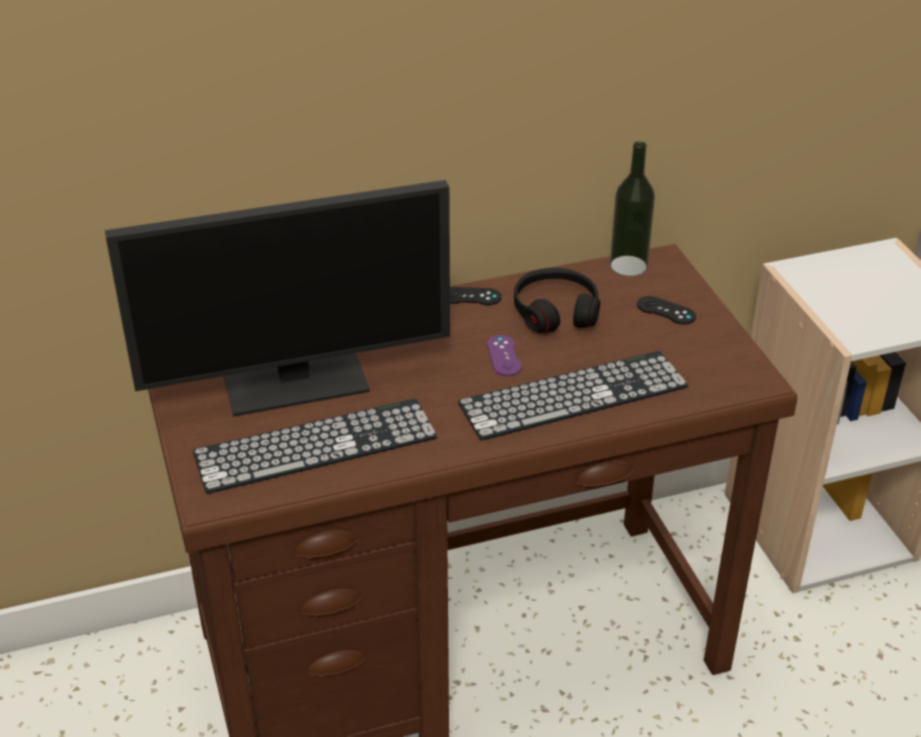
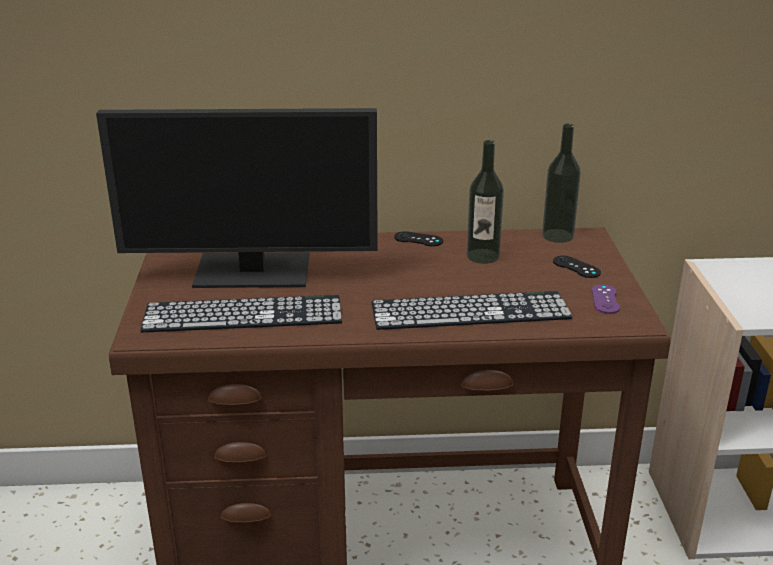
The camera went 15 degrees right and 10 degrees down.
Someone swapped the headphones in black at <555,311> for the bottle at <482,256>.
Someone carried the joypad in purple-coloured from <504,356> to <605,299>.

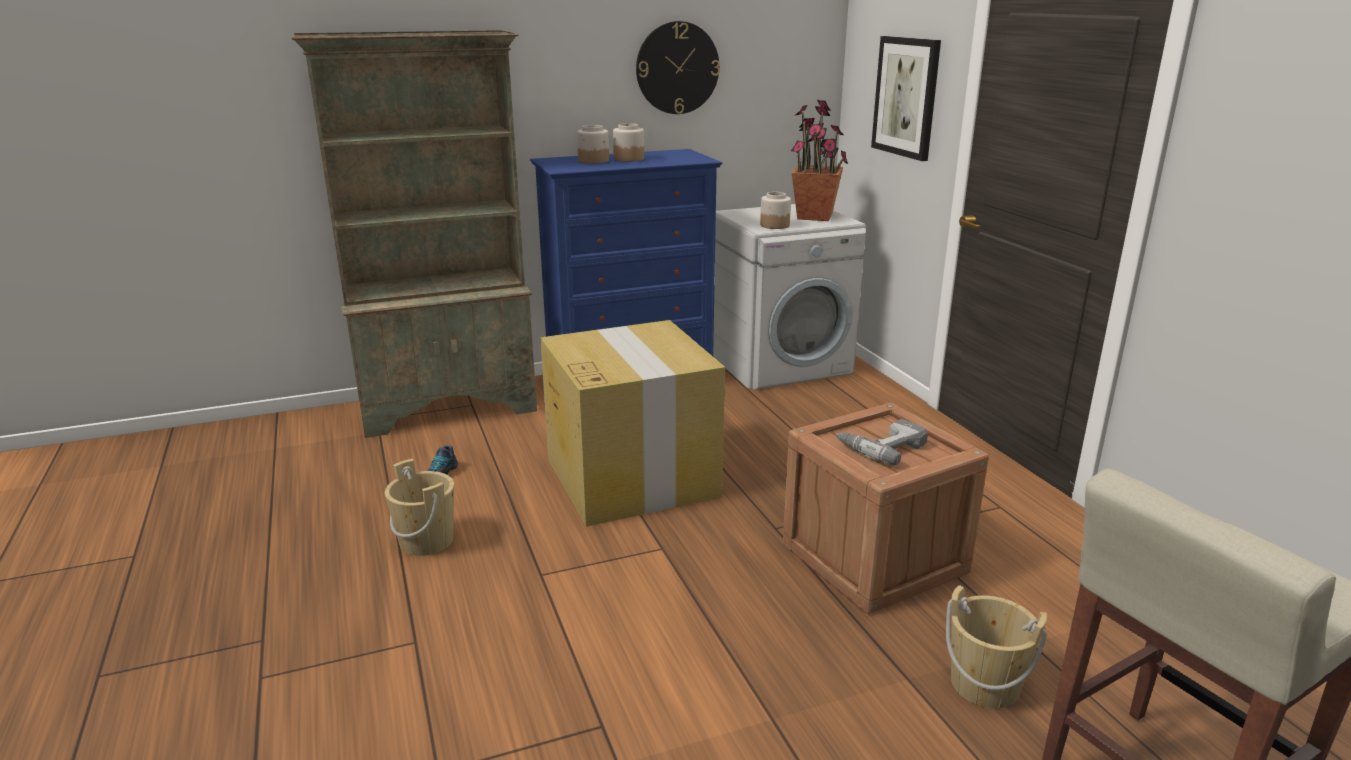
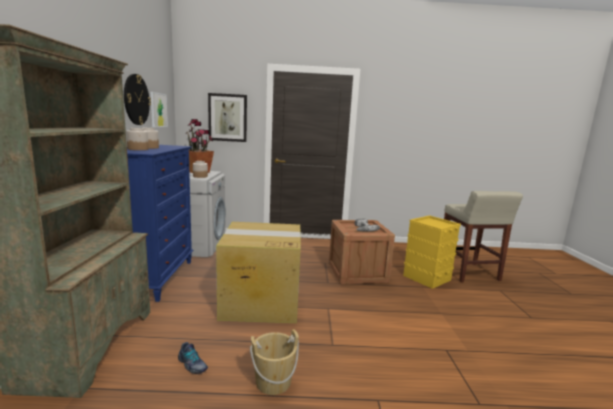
The camera went 70 degrees left and 10 degrees down.
Someone swapped the water bucket in beige-coloured at <984,684> for the storage box in yellowish at <426,278>.
Someone put up the wall picture at <158,110>.

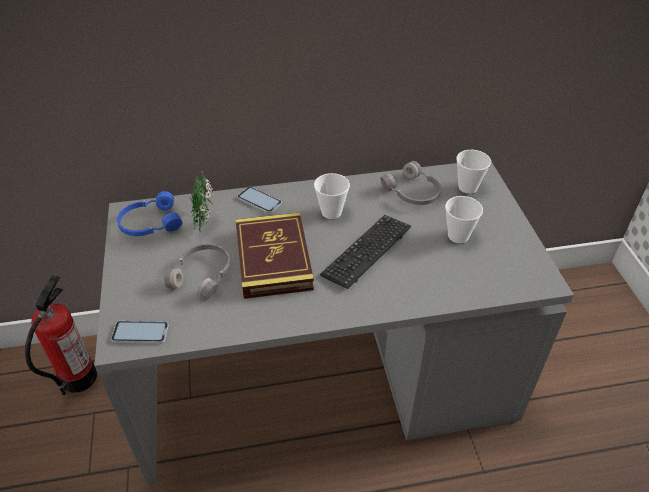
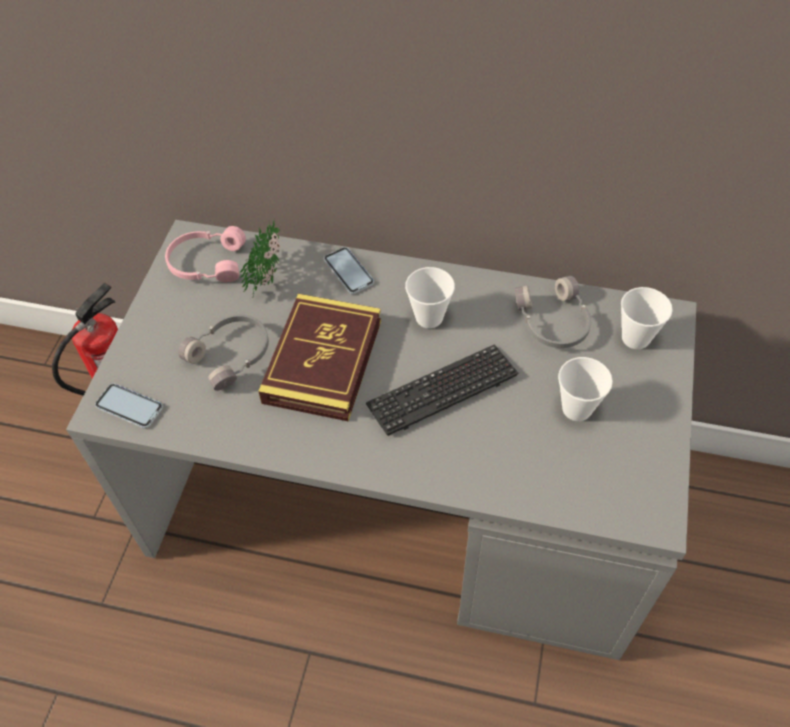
The camera went 25 degrees right and 10 degrees up.
Someone repainted the headphones in blue-coloured at <150,223>, which became the headphones in pink-coloured at <206,262>.

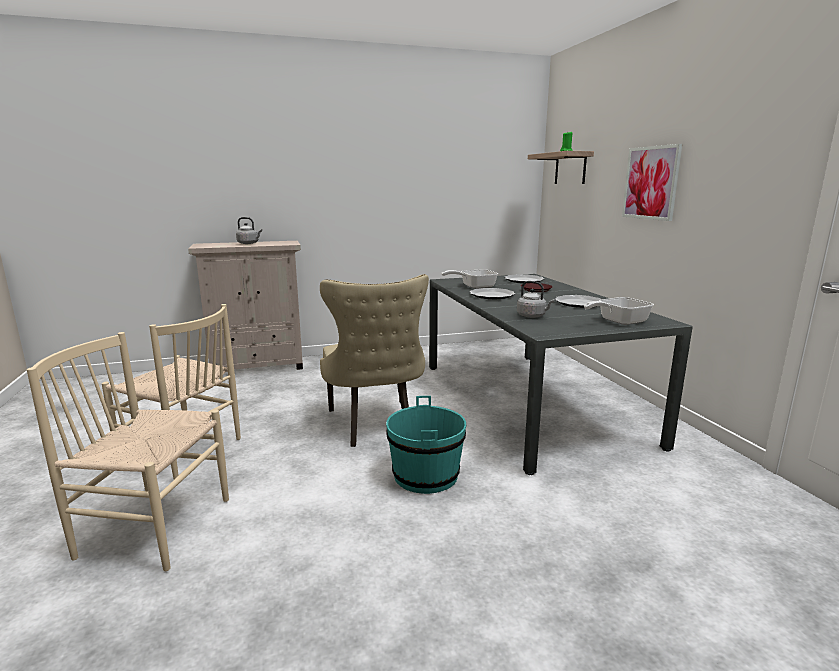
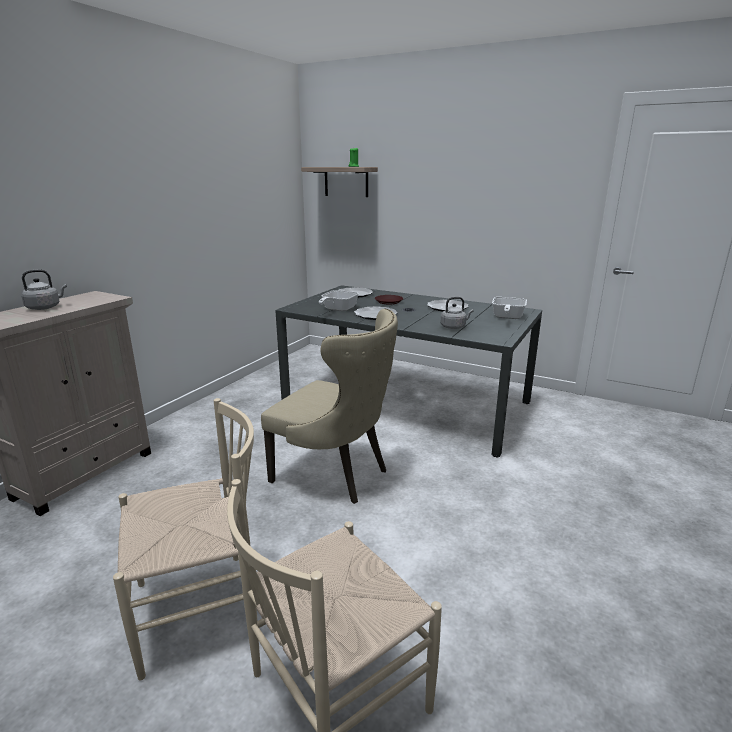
The camera went 45 degrees left and 5 degrees up.
Someone took away the wall picture at <651,183>.
Someone took away the water bucket in turquoise-coloured at <426,475>.

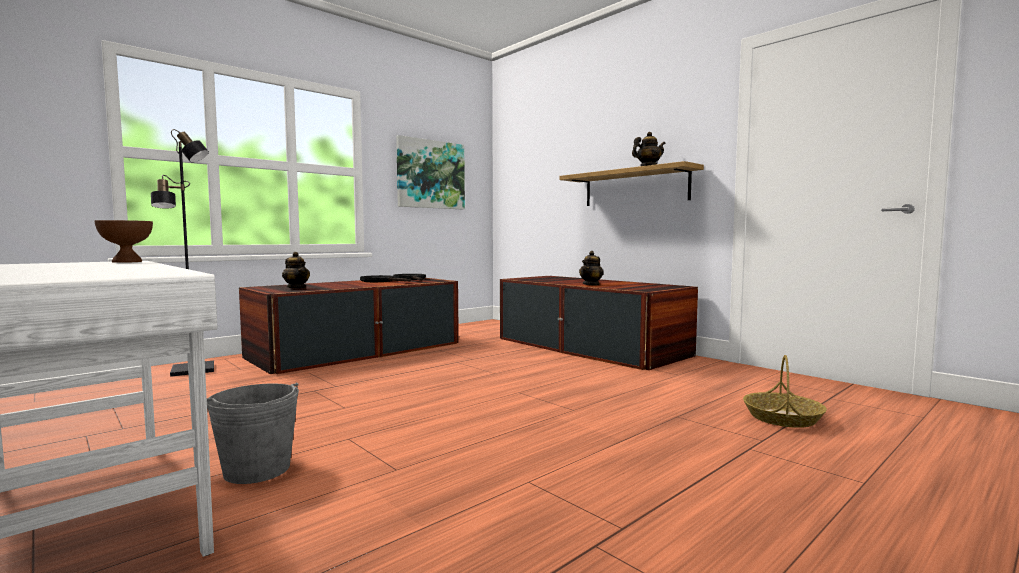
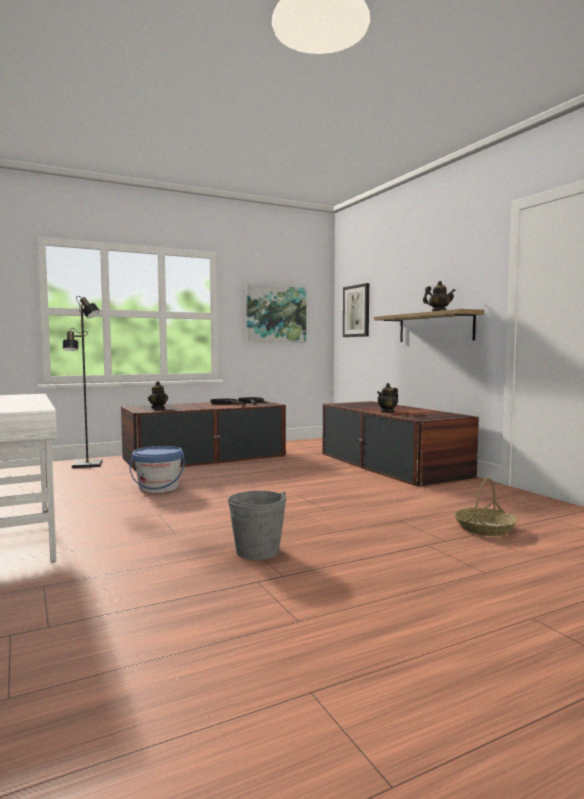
The camera went 15 degrees right and 0 degrees up.
Someone took away the bowl in brown at <126,262>.
Someone carried the water bucket in greyish from <257,470> to <257,551>.
Someone put up the wall picture at <356,311>.
Someone put down the water bucket in blue-coloured at <158,488>.

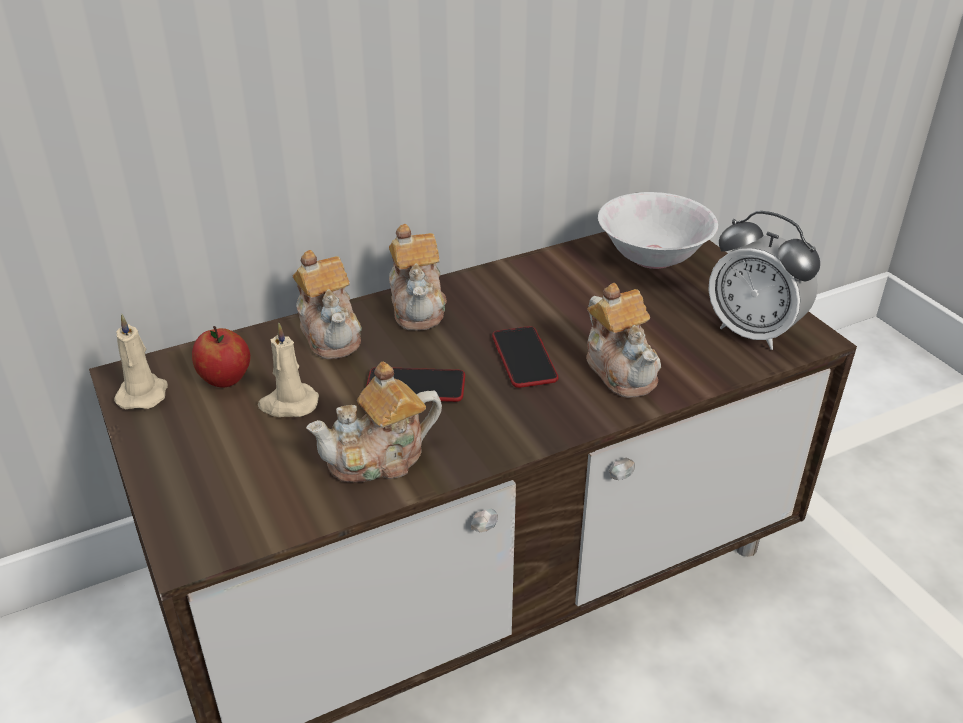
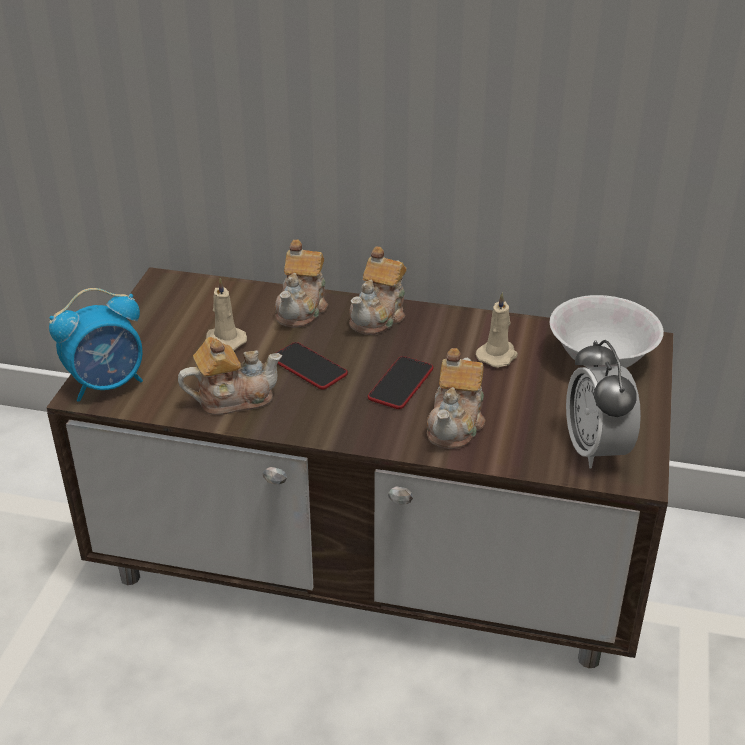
The camera went 40 degrees right and 0 degrees up.
Someone carried the wax light in beige-coloured from <143,393> to <498,355>.
Someone took away the apple at <225,379>.
Someone rotated the pot for tea at <379,458> by 150 degrees clockwise.
Someone put down the table clock at <108,384>.

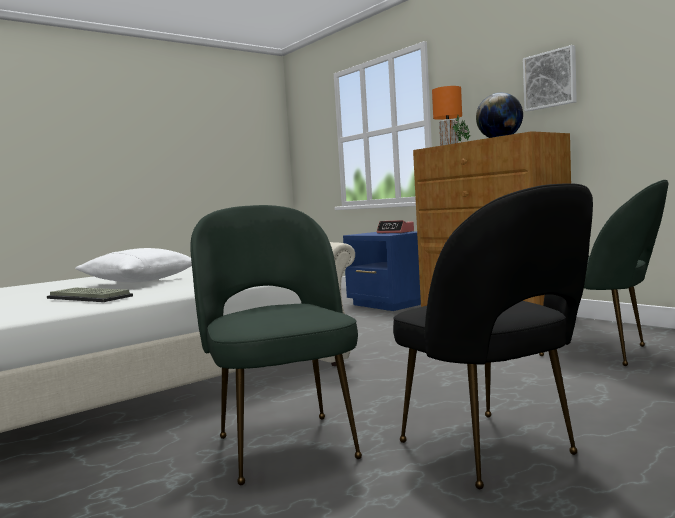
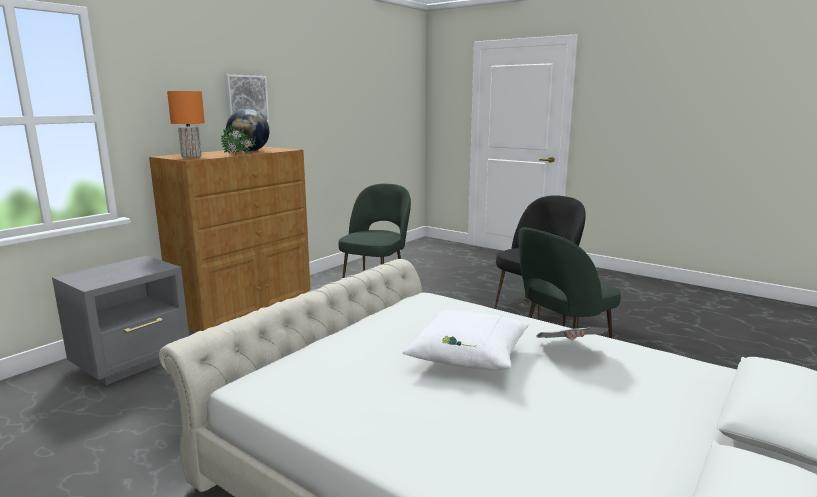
The camera went 105 degrees left and 10 degrees up.
Someone took away the table clock at <395,232>.
Someone repainted the night table in blue-coloured at <387,304>, which became the night table in greyish at <134,361>.
Someone swapped the computer keyboard at <91,297> for the daily paper at <569,351>.

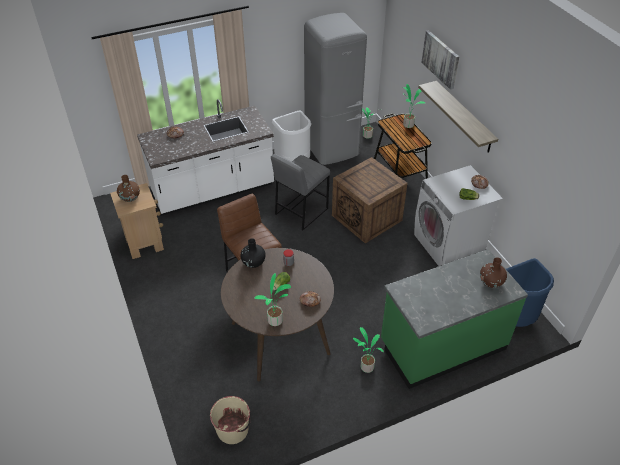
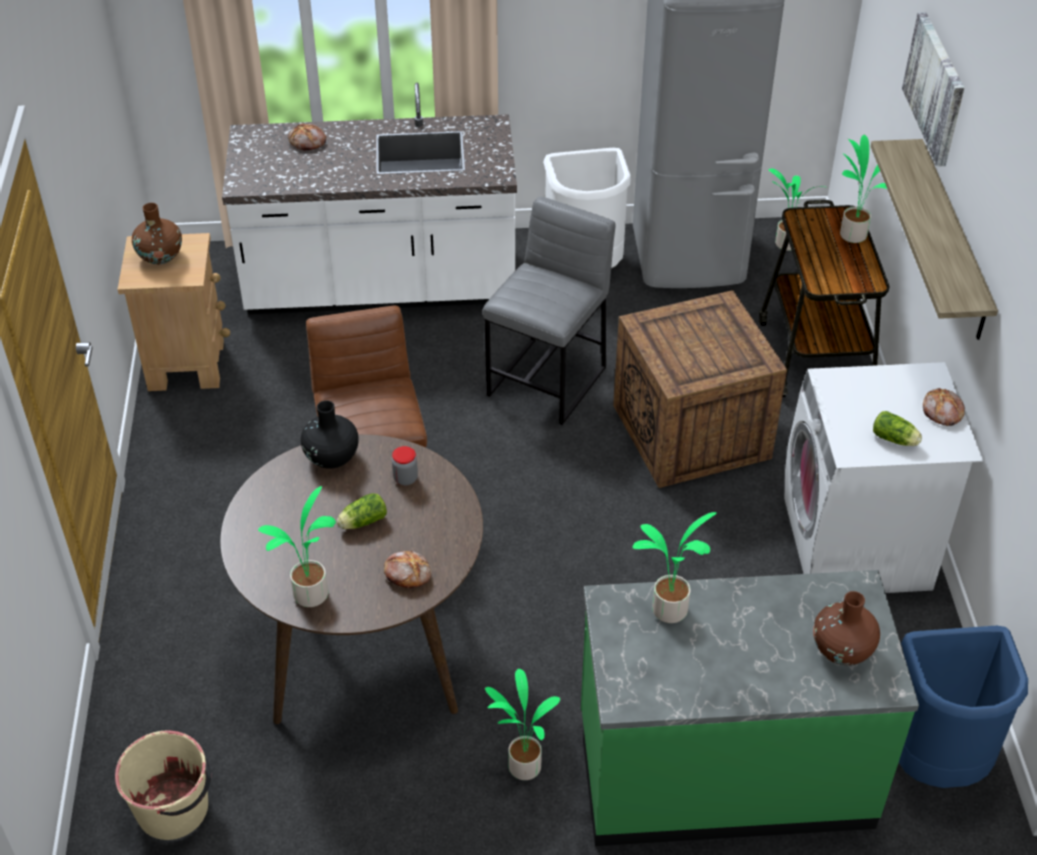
The camera went 20 degrees right and 0 degrees up.
Someone rotated the chair in greyish at <301,212> by 150 degrees clockwise.
Someone put down the houseplant at <669,612>.

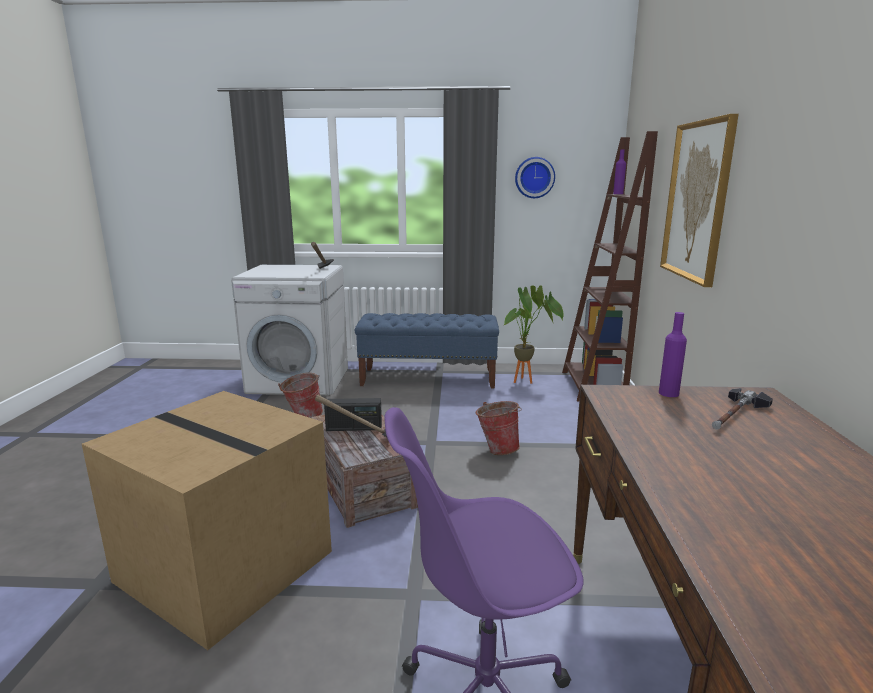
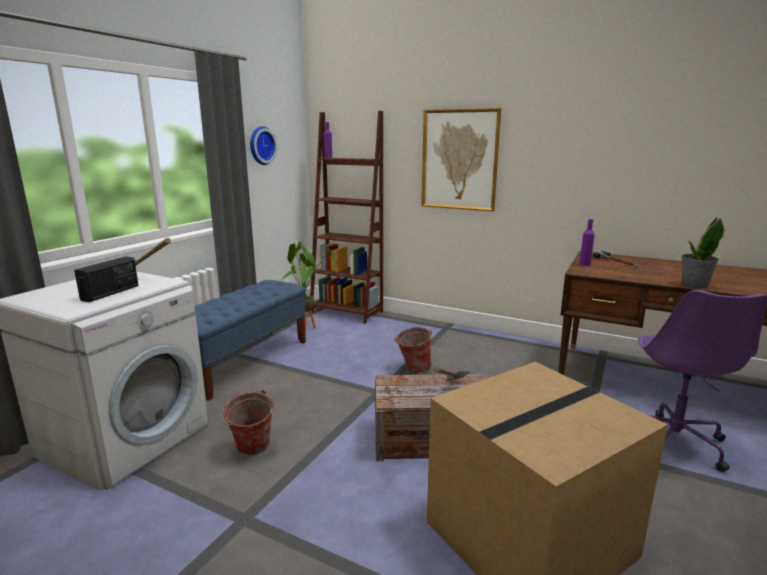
The camera went 65 degrees left and 0 degrees up.
Someone carried the radio set from <354,428> to <111,293>.
Someone put down the houseplant at <694,285>.

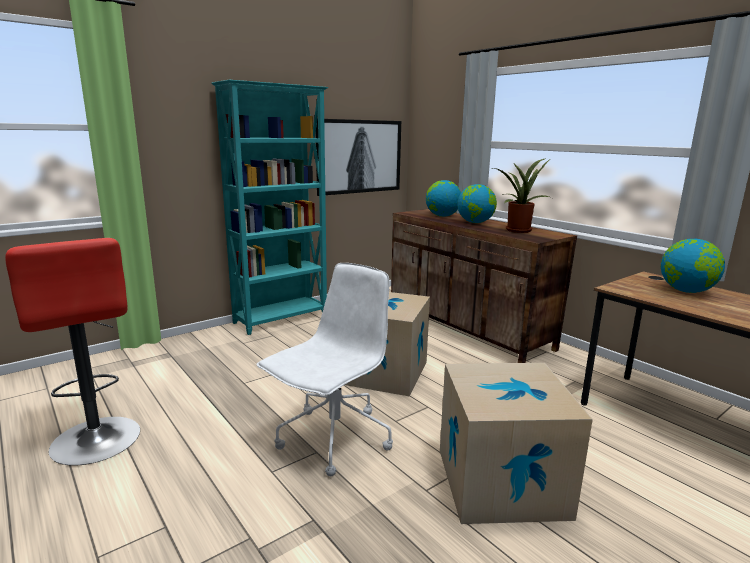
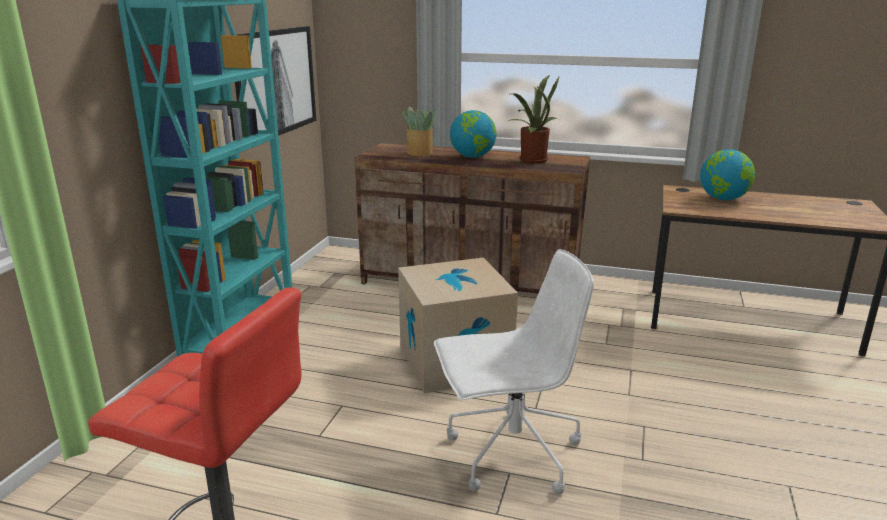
The camera went 35 degrees left and 5 degrees up.
Someone swapped the desk globe at <442,216> for the houseplant at <420,153>.
Someone rotated the computer chair in whitish at <331,441> by 75 degrees clockwise.
Someone took away the carton at <501,482>.

